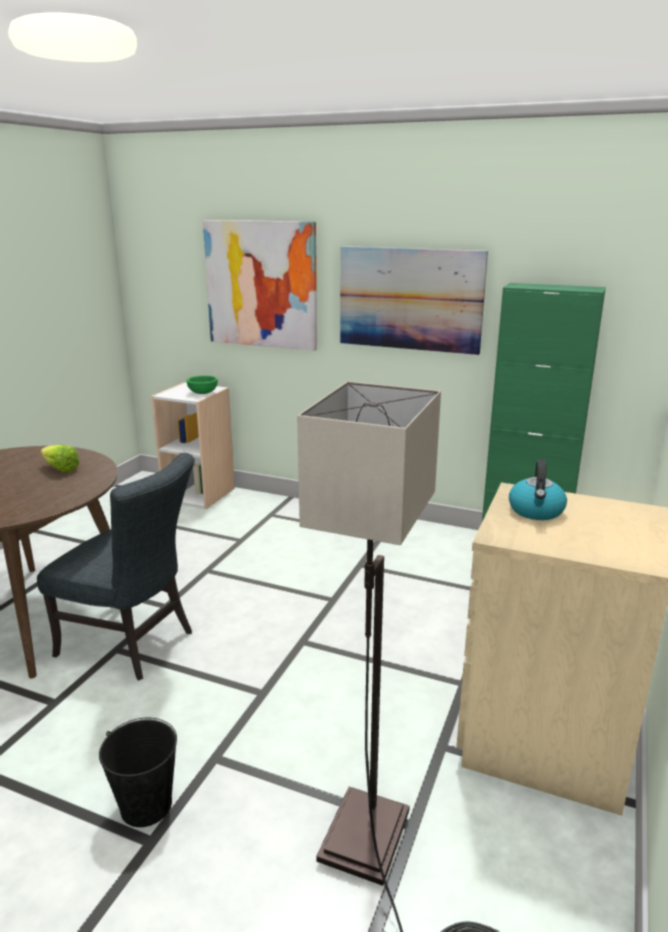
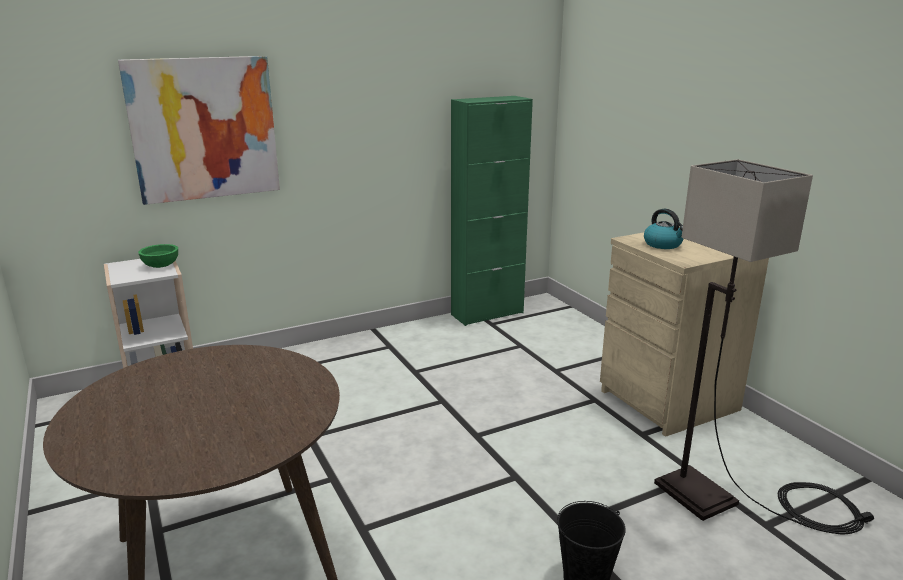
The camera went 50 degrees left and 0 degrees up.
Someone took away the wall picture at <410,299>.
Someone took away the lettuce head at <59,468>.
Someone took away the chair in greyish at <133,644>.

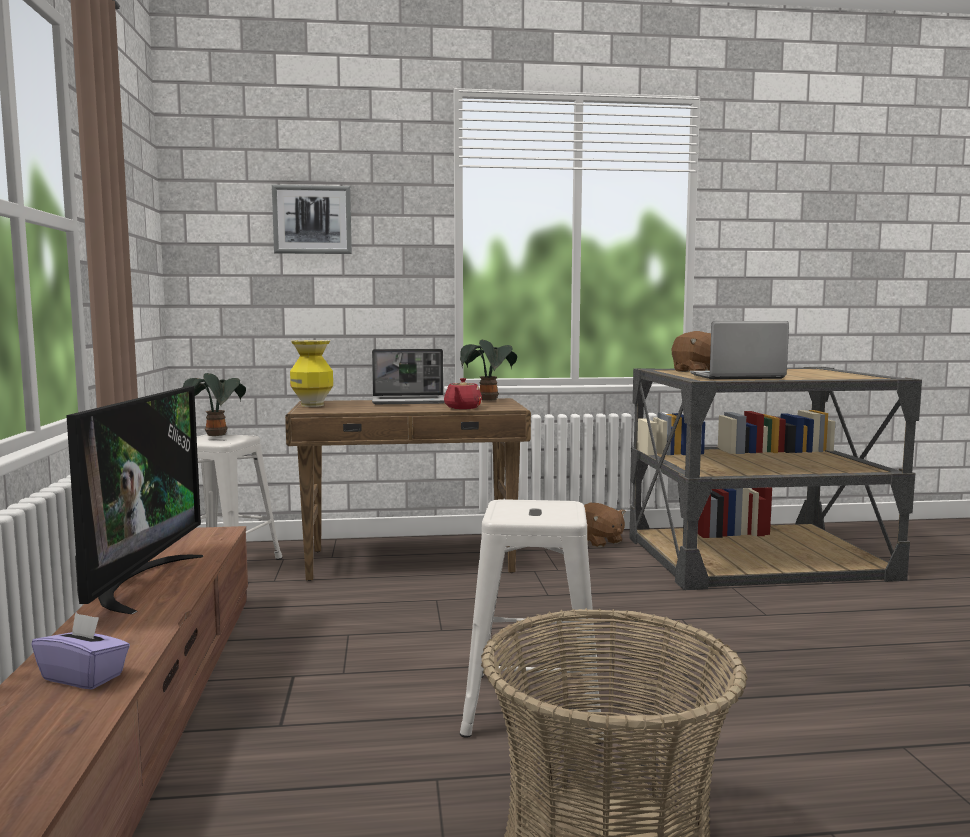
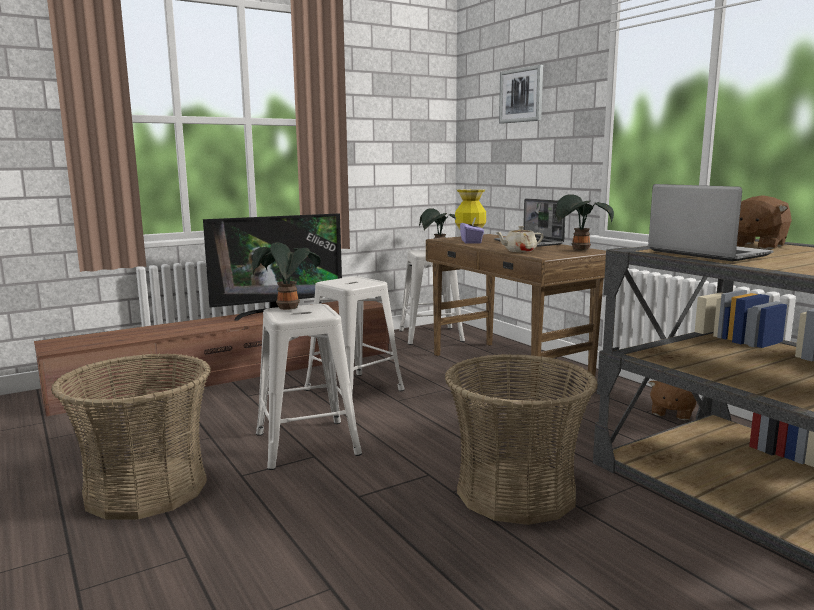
The camera went 65 degrees right and 5 degrees up.
Someone repainted the pot for tea in reddish at <462,408>, which became the pot for tea in beige-coloured at <519,251>.
Someone carried the tissue holder in purple-coloured from <84,677> to <471,242>.
Someone put down the houseplant at <288,309>.
Someone put down the stool in whitish at <354,390>.
Someone put down the household basket at <516,492>.

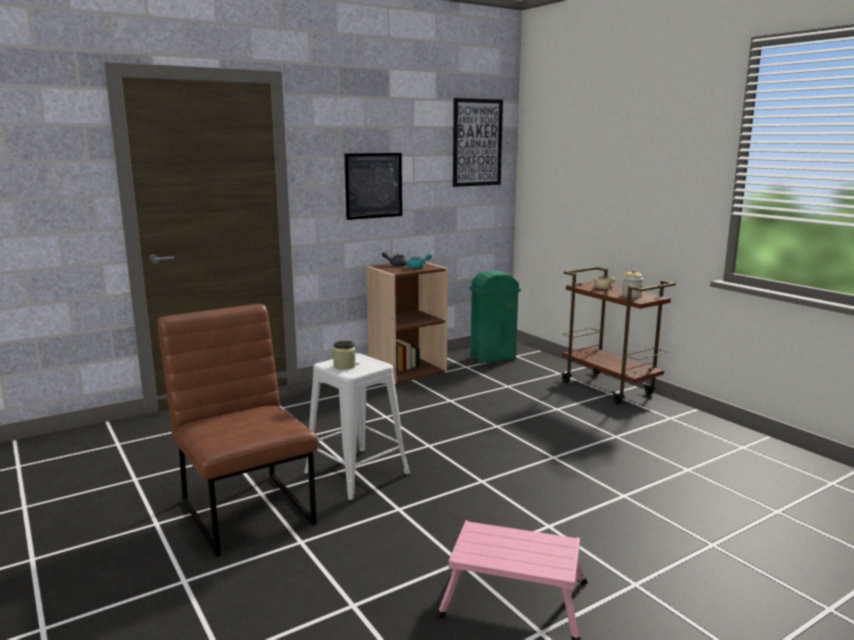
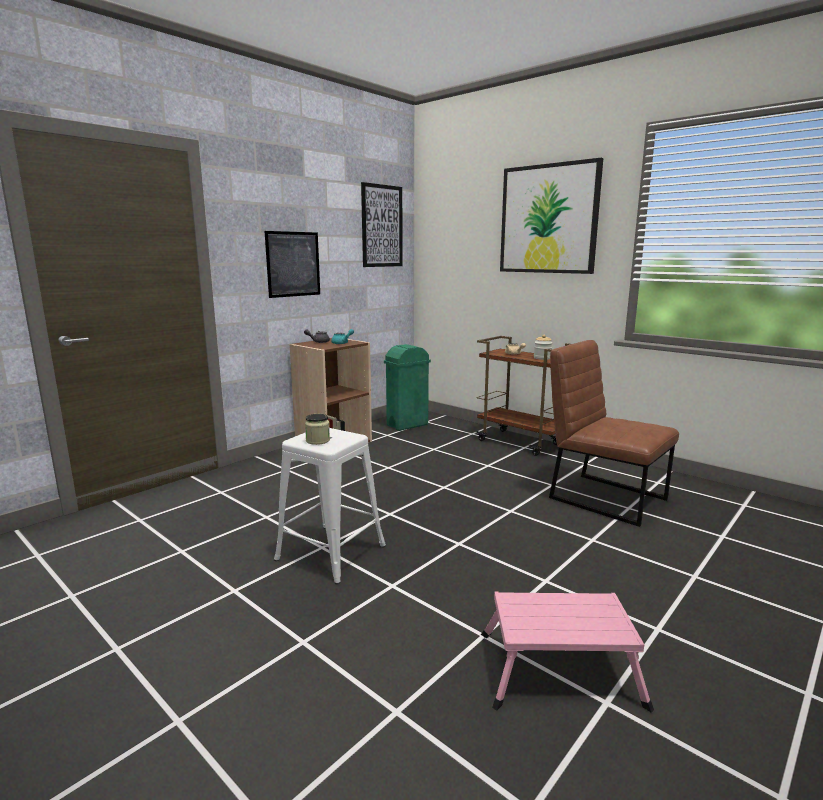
The camera went 15 degrees left and 0 degrees up.
Someone carried the chair in brown from <247,509> to <604,497>.
Someone put up the wall picture at <548,219>.

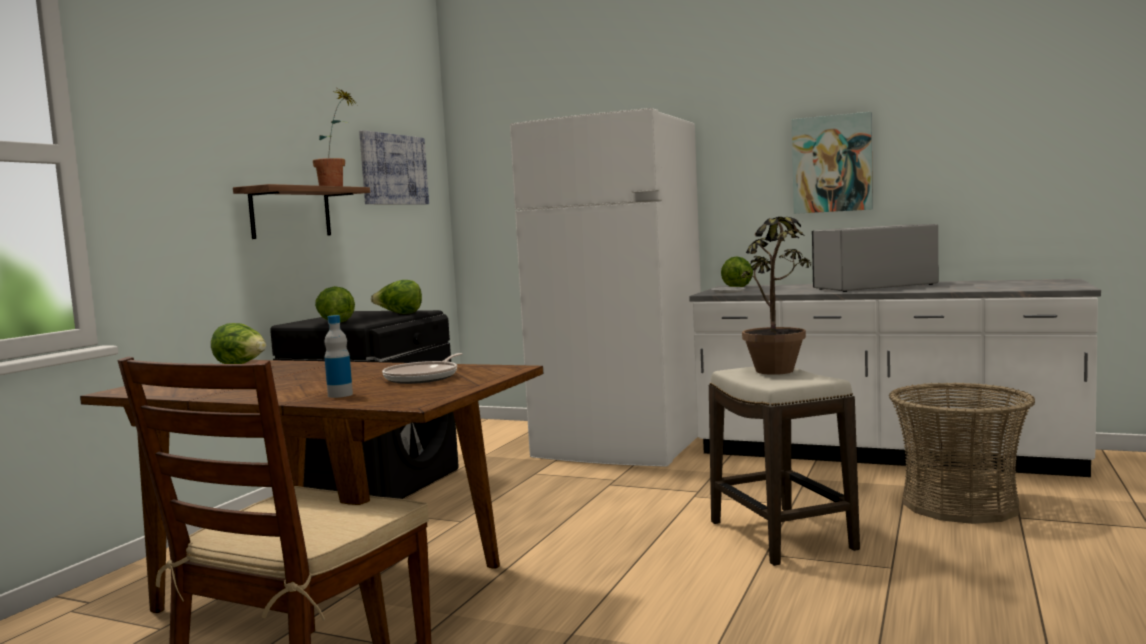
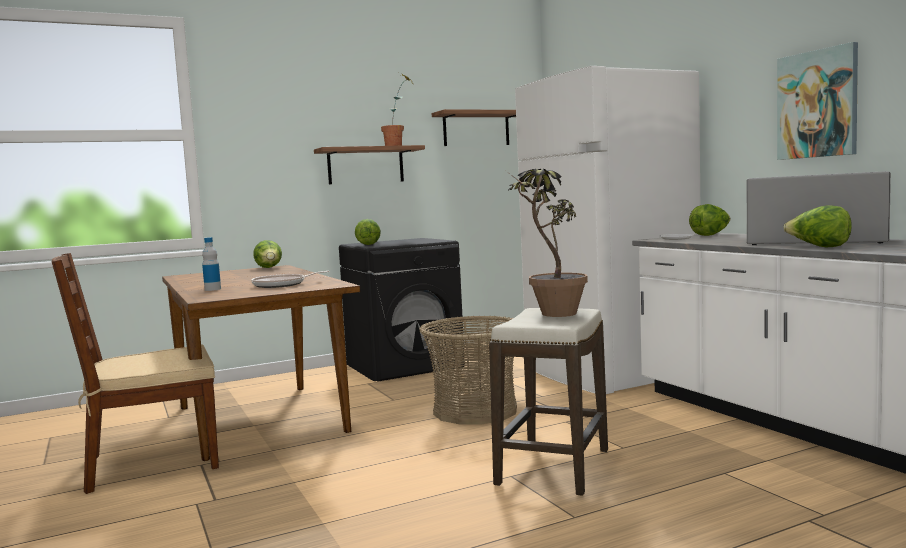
The camera went 40 degrees right and 0 degrees up.
Someone swapped the wall picture at <393,169> for the wall shelf at <476,129>.
Someone carried the lettuce head from <399,314> to <819,247>.
Someone carried the household basket from <959,504> to <475,411>.

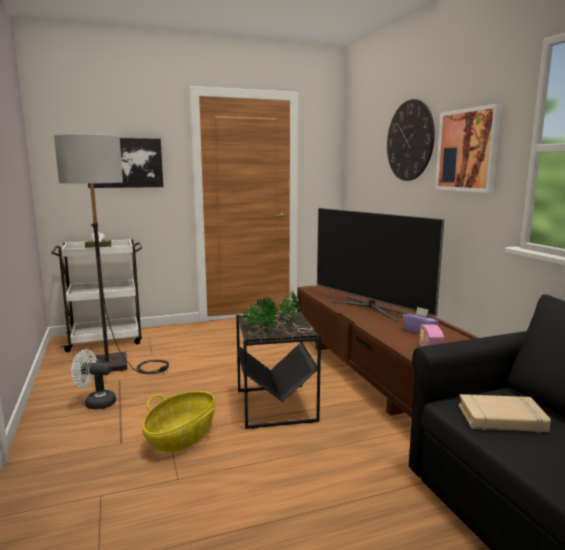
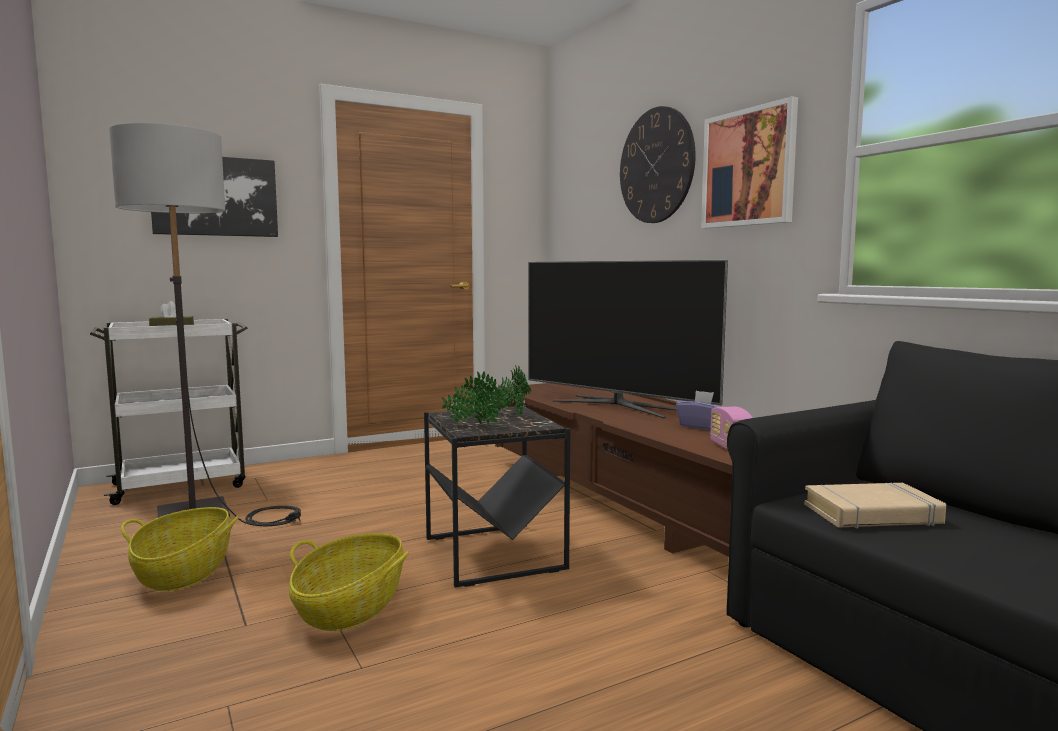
The camera went 10 degrees left and 5 degrees down.
Someone swapped the cooling fan in whitish at <95,403> for the household basket at <184,572>.

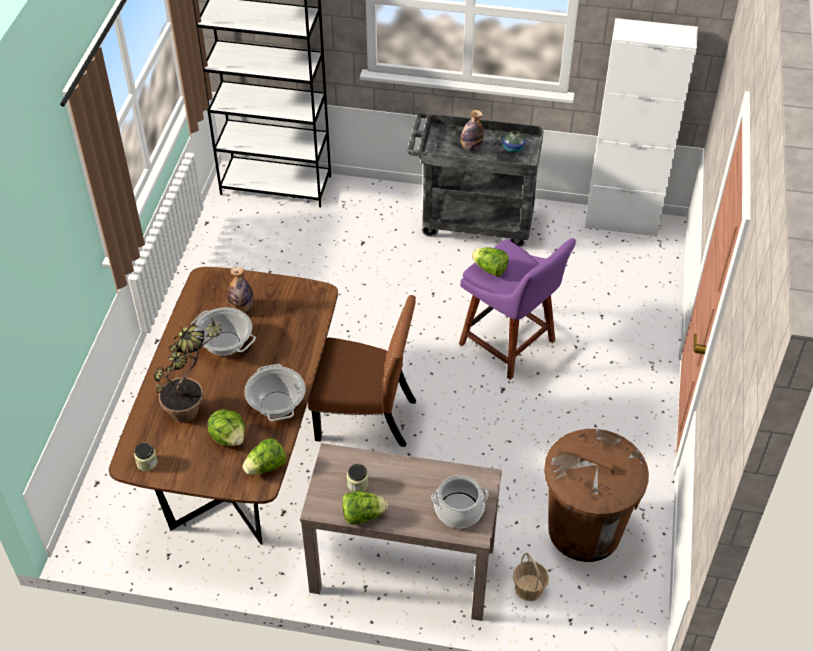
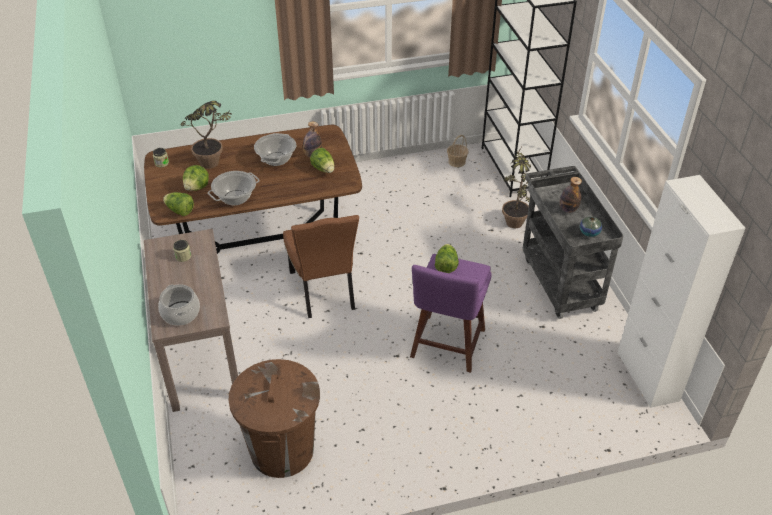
The camera went 65 degrees right and 5 degrees down.
Someone carried the lettuce head from <363,515> to <324,169>.
Someone carried the household basket from <529,588> to <456,162>.
Someone put down the houseplant at <514,218>.

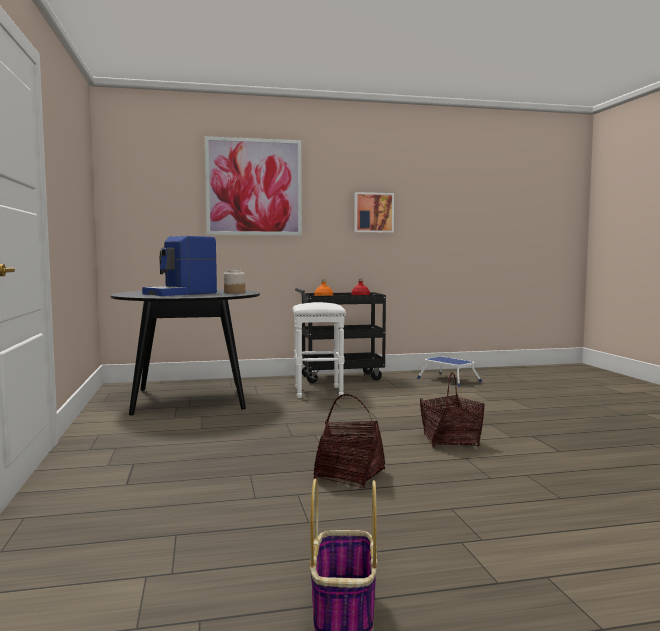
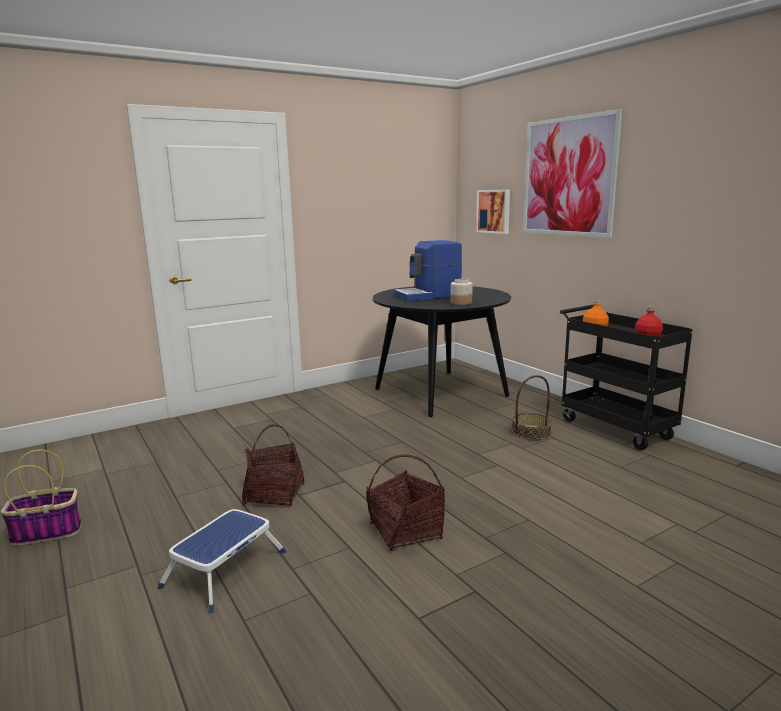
The camera went 70 degrees right and 10 degrees up.
Someone carried the wall picture from <373,212> to <494,211>.
Someone rotated the coffee maker at <181,293> by 45 degrees counterclockwise.
Someone swapped the stool in whitish at <319,392> for the household basket at <531,432>.
Someone carried the stepladder in blue-coloured from <449,380> to <225,569>.

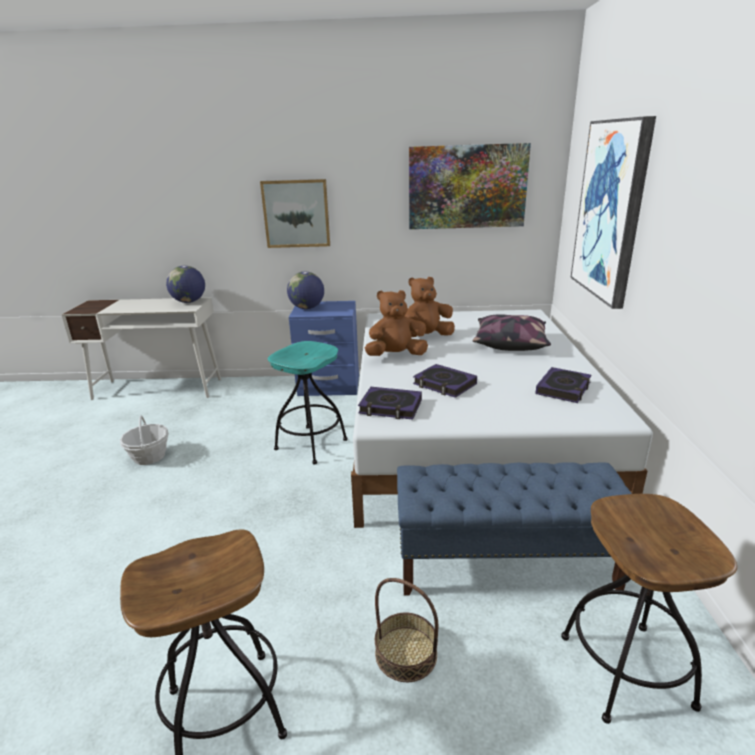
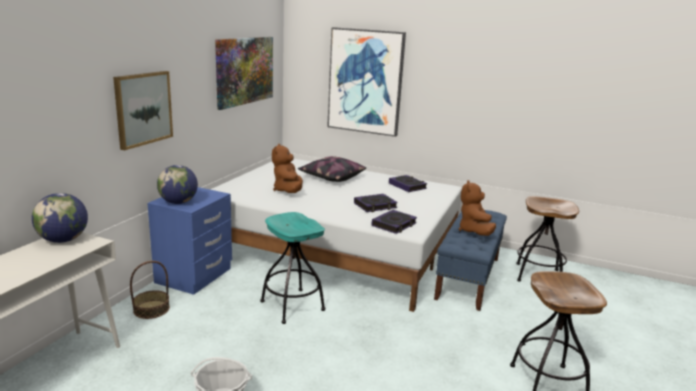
The camera went 70 degrees left and 5 degrees down.
Someone carried the soft toy in brown from <396,355> to <474,231>.
Someone carried the household basket from <406,653> to <151,309>.

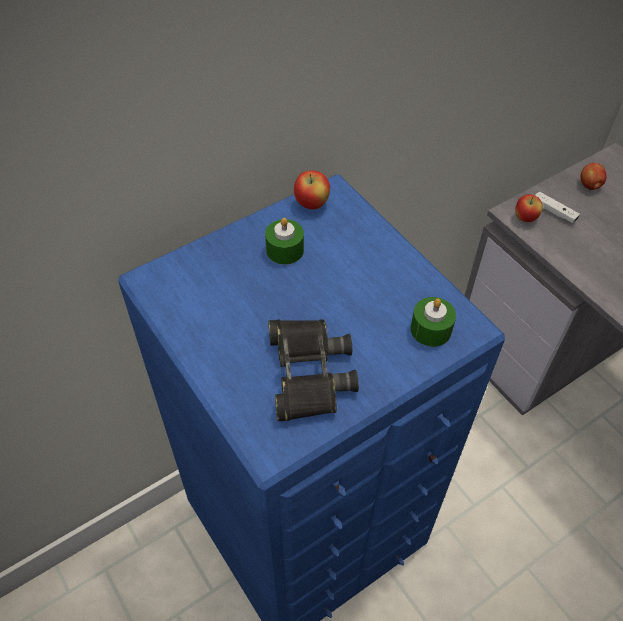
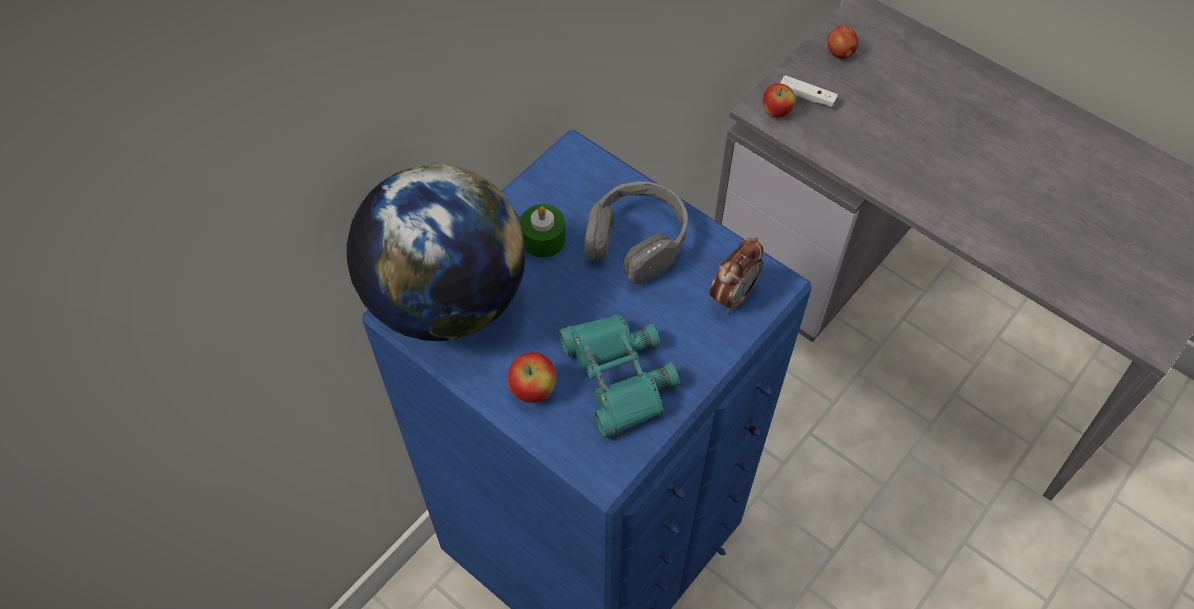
The camera went 15 degrees left and 5 degrees up.
Someone carried the apple from <312,204> to <533,390>.
Someone swapped the wax light in greenish at <431,329> for the table clock at <732,295>.
Someone repainted the pair of binoculars in black at <308,373>, which became the pair of binoculars in turquoise-coloured at <617,377>.
Someone put down the desk globe at <446,300>.
Someone put down the headphones in greyish at <636,241>.

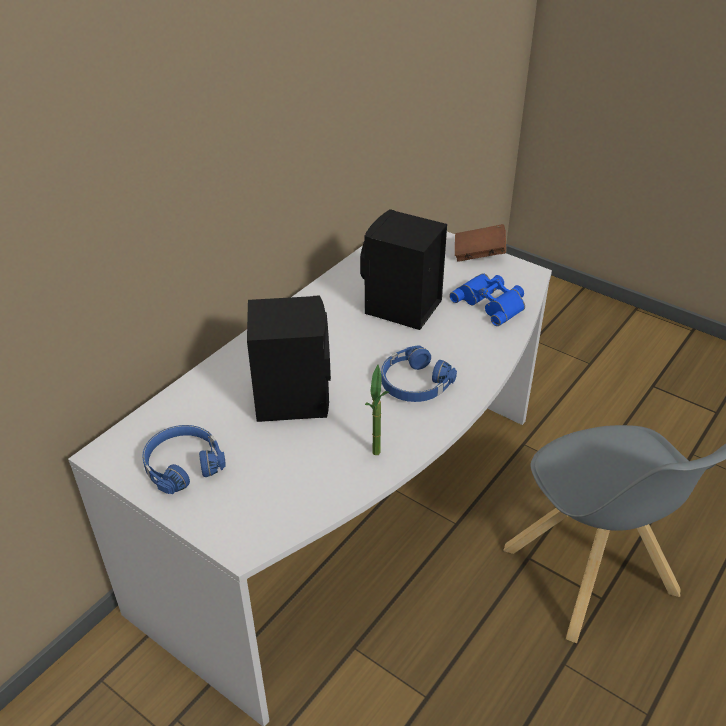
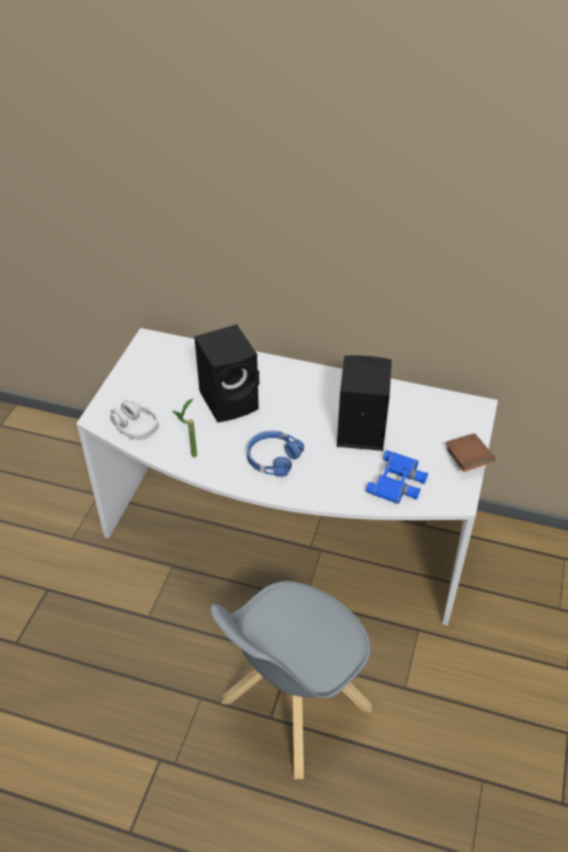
The camera went 70 degrees right and 5 degrees up.
Someone took away the headphones in blue-coloured at <182,464>.
Someone put down the headphones in greyish at <135,427>.

